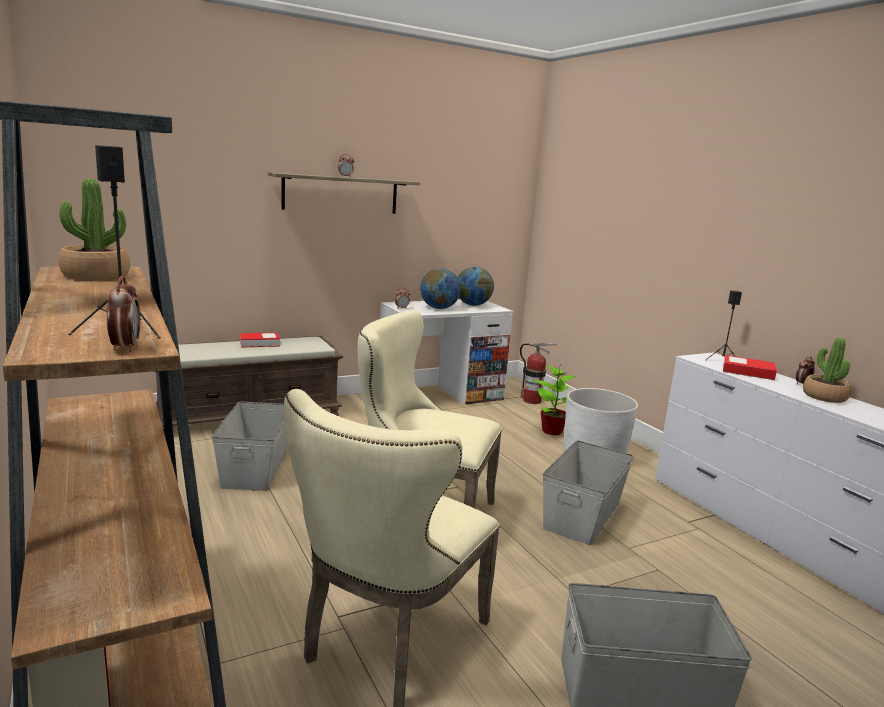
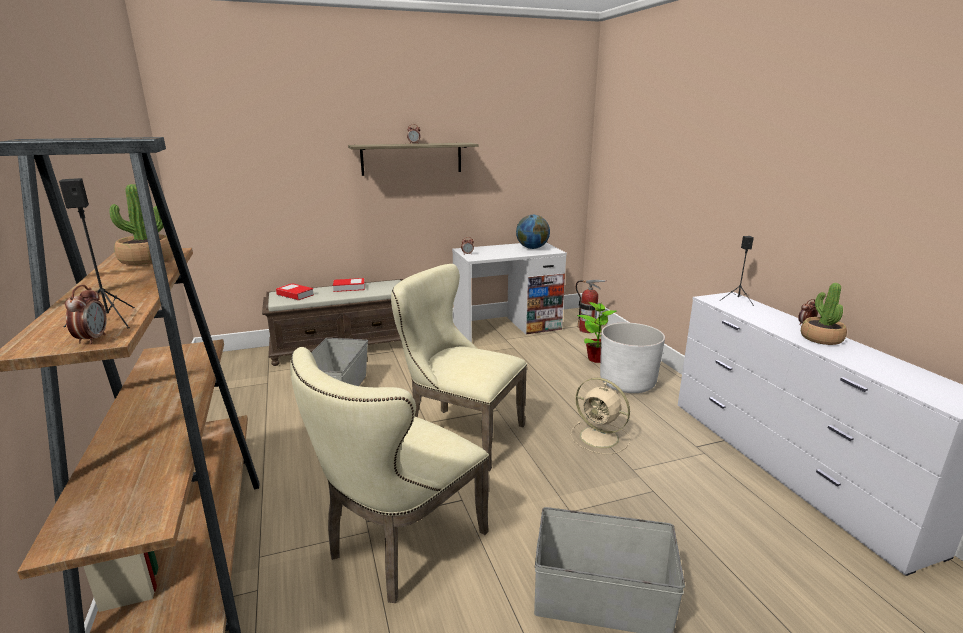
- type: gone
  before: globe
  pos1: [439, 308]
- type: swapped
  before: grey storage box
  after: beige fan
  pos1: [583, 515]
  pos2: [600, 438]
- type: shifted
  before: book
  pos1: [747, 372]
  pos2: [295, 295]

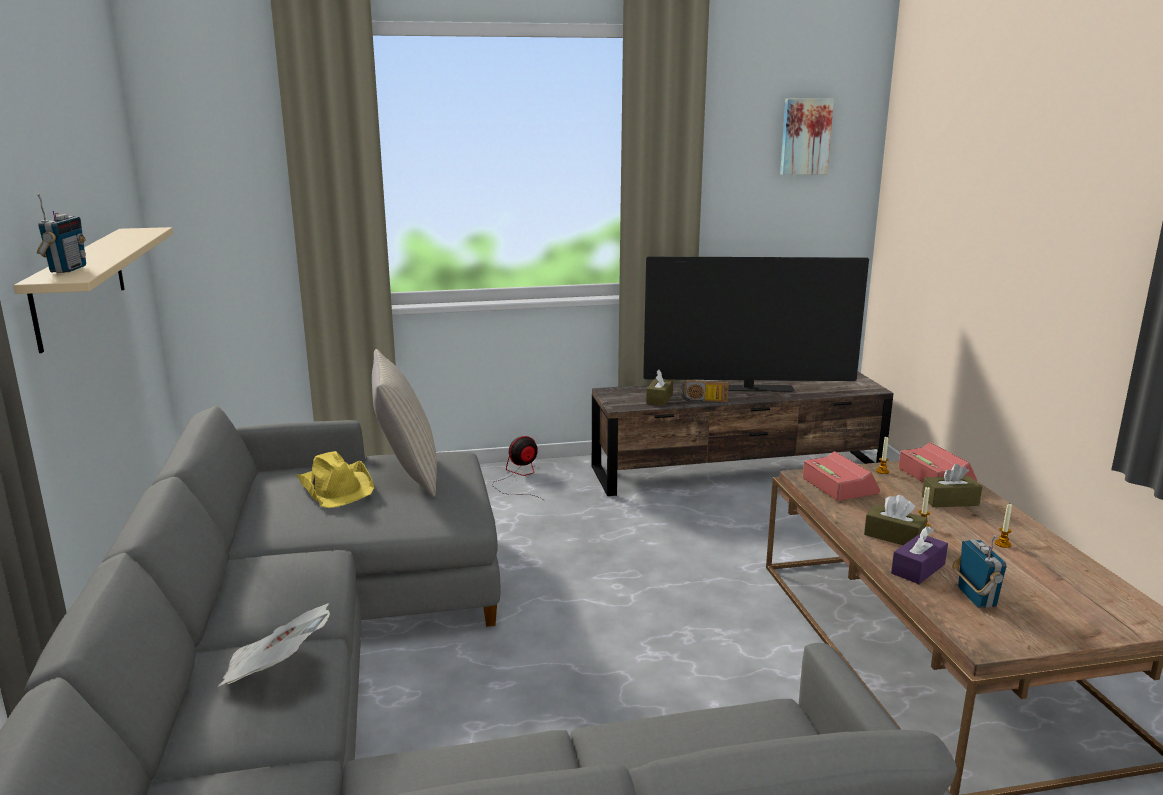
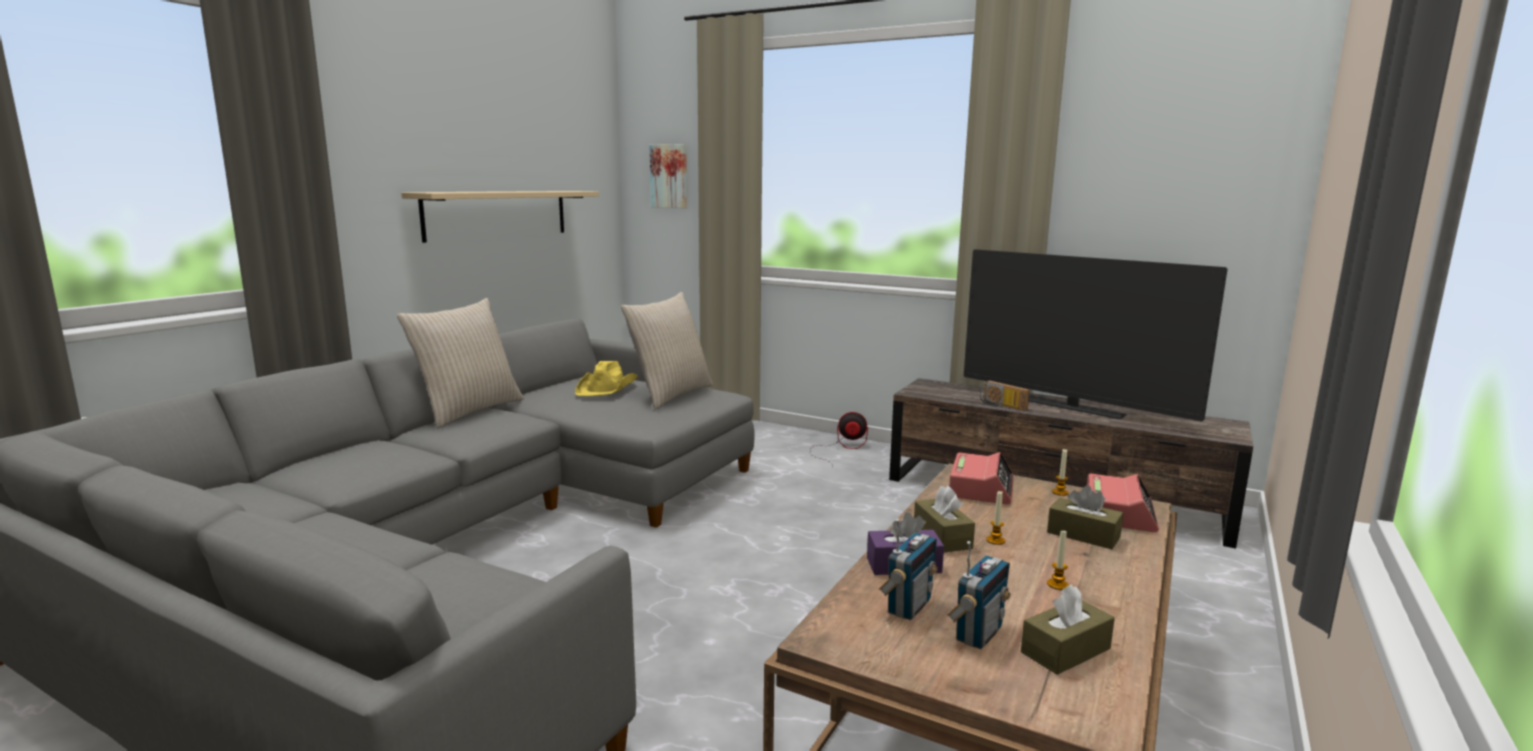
- type: shifted
  before: radio
  pos1: [67, 269]
  pos2: [977, 634]
- type: gone
  before: newspaper
  pos1: [277, 670]
- type: shifted
  before: brown tissue box
  pos1: [659, 399]
  pos2: [1065, 650]
- type: shifted
  before: picture
  pos1: [805, 136]
  pos2: [670, 176]
- type: new
  after: beige pillow
  pos2: [468, 411]

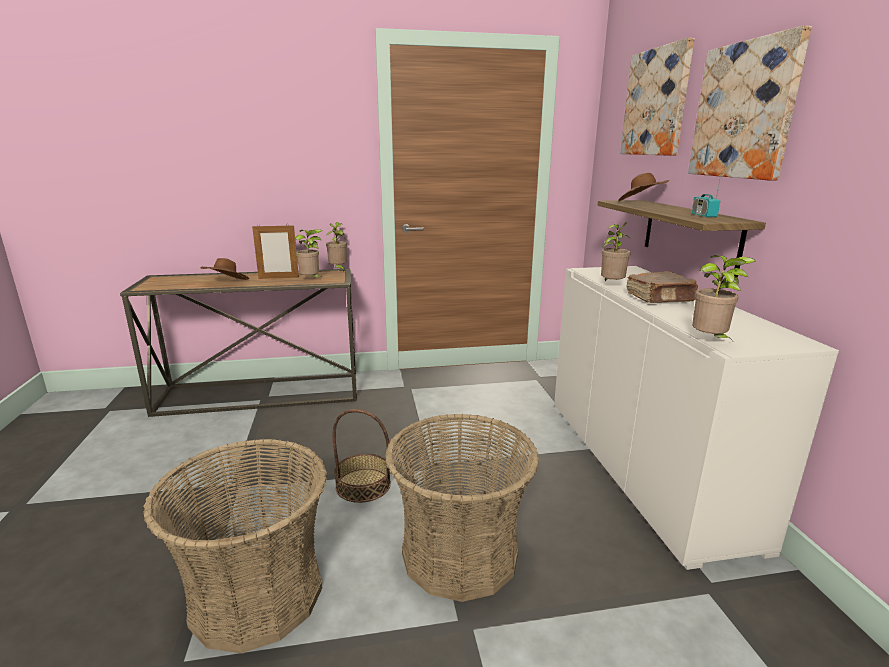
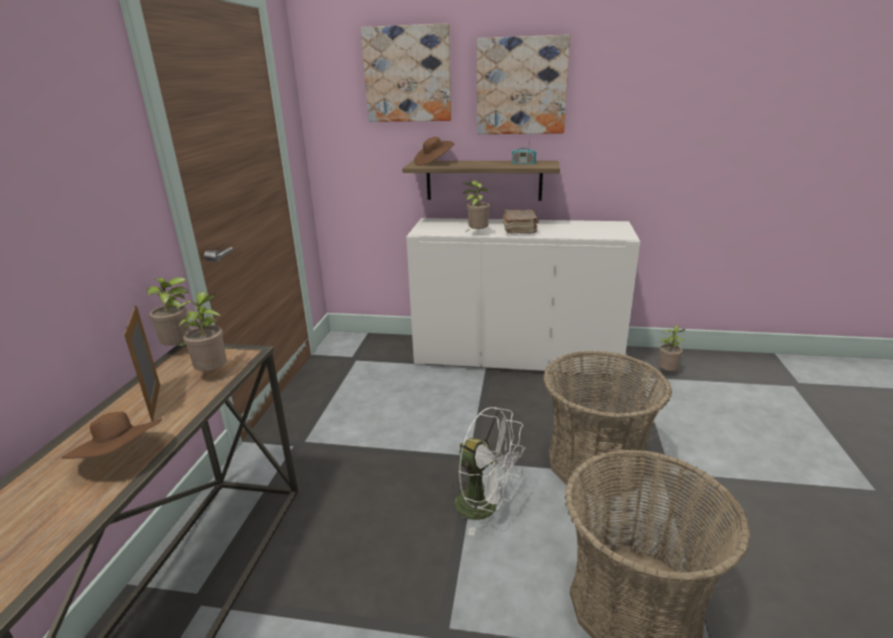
- type: rotated
  before: picture frame
  pos1: [278, 278]
  pos2: [156, 402]
  turn: 150
- type: swapped
  before: basket
  after: white fan
  pos1: [363, 485]
  pos2: [485, 507]
- type: shifted
  before: potted plant
  pos1: [710, 342]
  pos2: [667, 372]

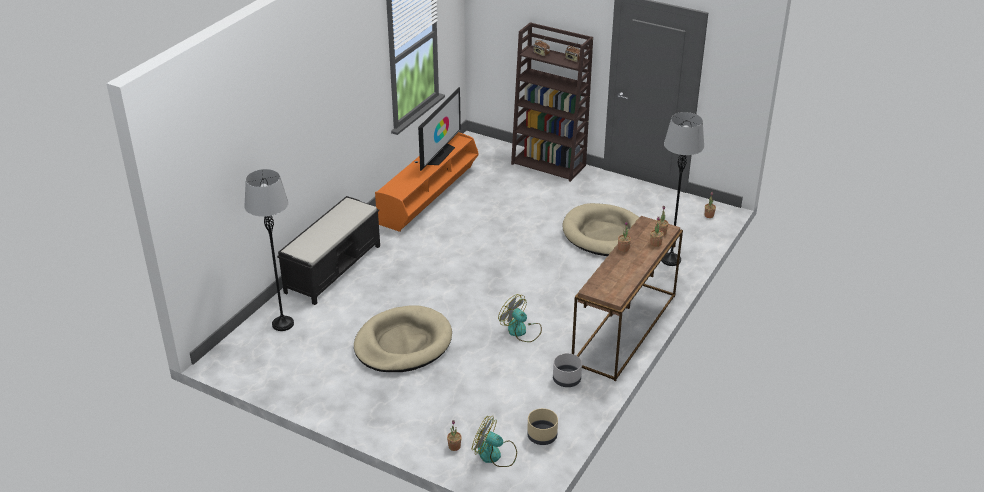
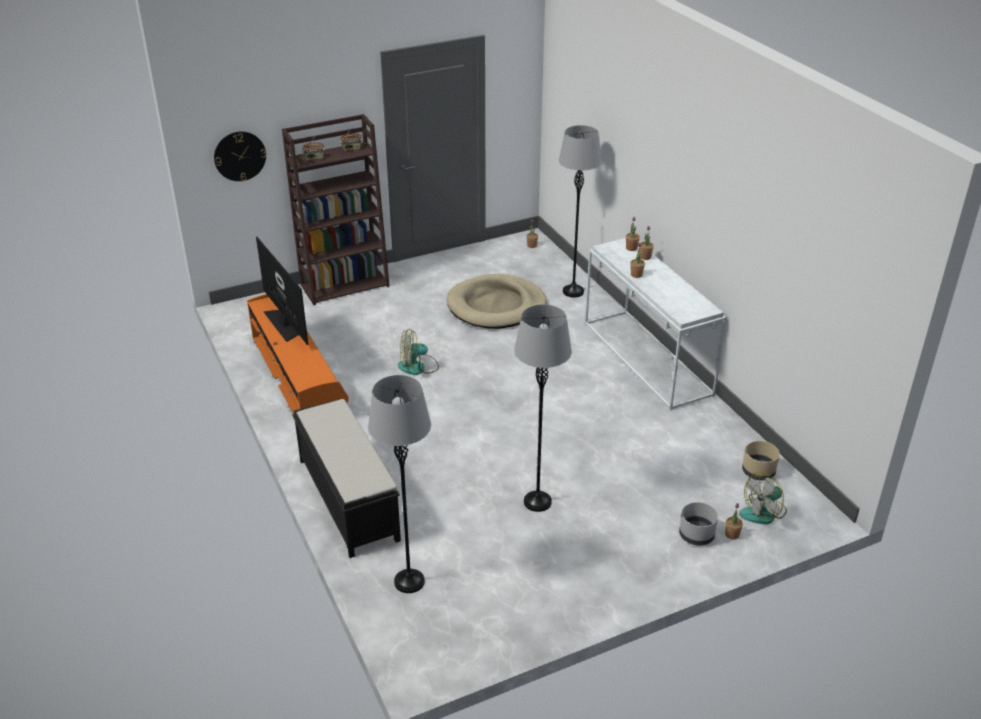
- type: swapped
  before: beige dog bed
  after: grey floor lamp
  pos1: [403, 343]
  pos2: [537, 502]
- type: shifted
  before: fan
  pos1: [521, 331]
  pos2: [418, 367]
- type: shifted
  before: grey planter
  pos1: [566, 380]
  pos2: [696, 535]
- type: repainted
  before: brown console table
  after: white console table
  pos1: [625, 330]
  pos2: [648, 358]
- type: new
  after: wall clock
  pos2: [240, 156]

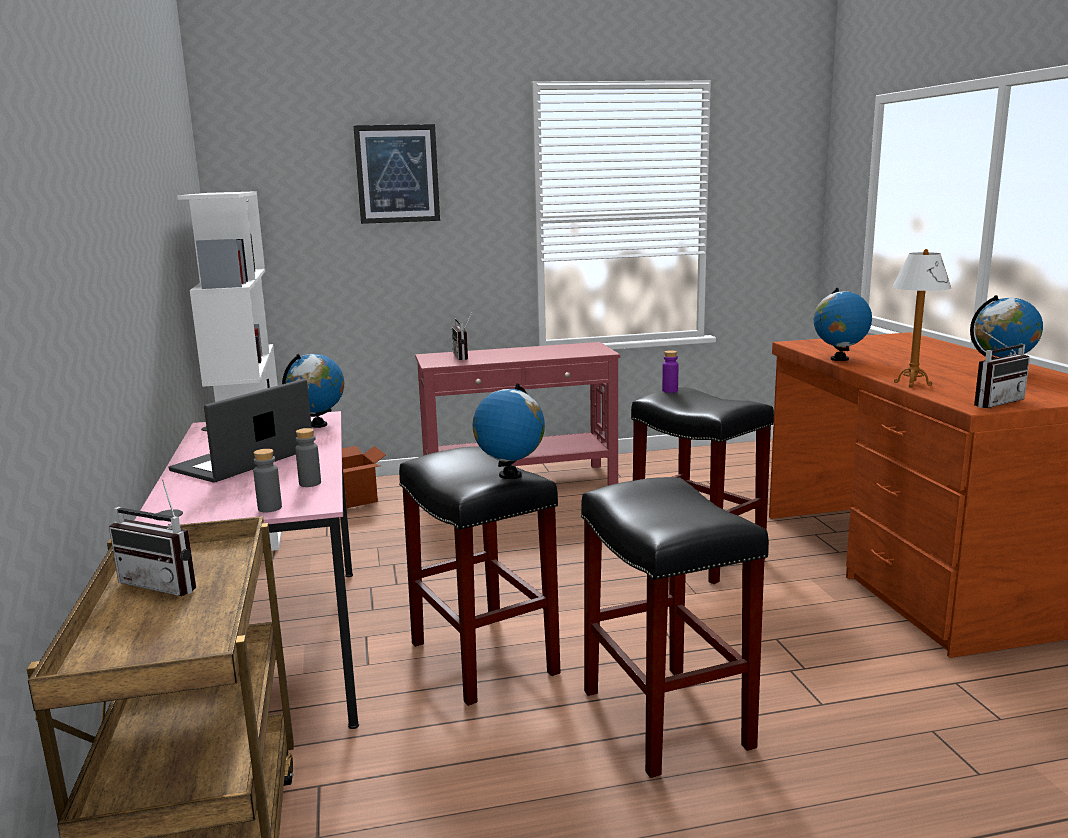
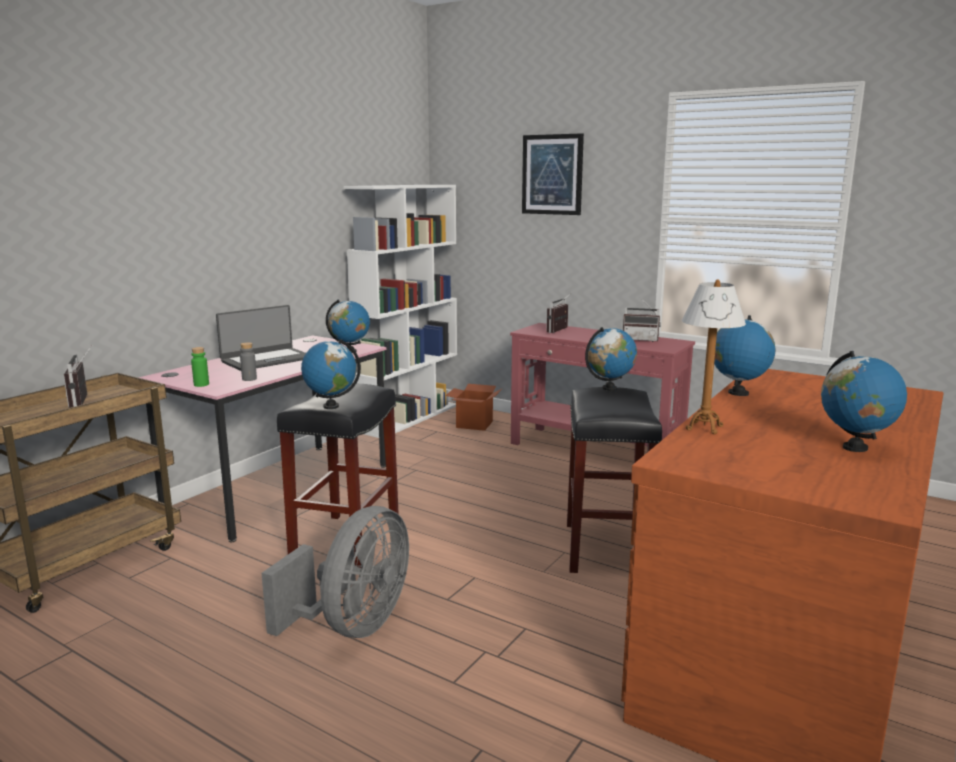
- type: rotated
  before: laptop
  pos1: [245, 460]
  pos2: [266, 360]
  turn: 150
- type: repainted
  before: grey bottle
  after: green bottle
  pos1: [270, 508]
  pos2: [201, 384]
- type: swapped
  before: black stool
  after: grey fan
  pos1: [663, 717]
  pos2: [353, 625]
- type: swapped
  before: purple bottle
  after: globe
  pos1: [670, 391]
  pos2: [609, 388]
- type: shifted
  before: radio
  pos1: [992, 402]
  pos2: [640, 339]

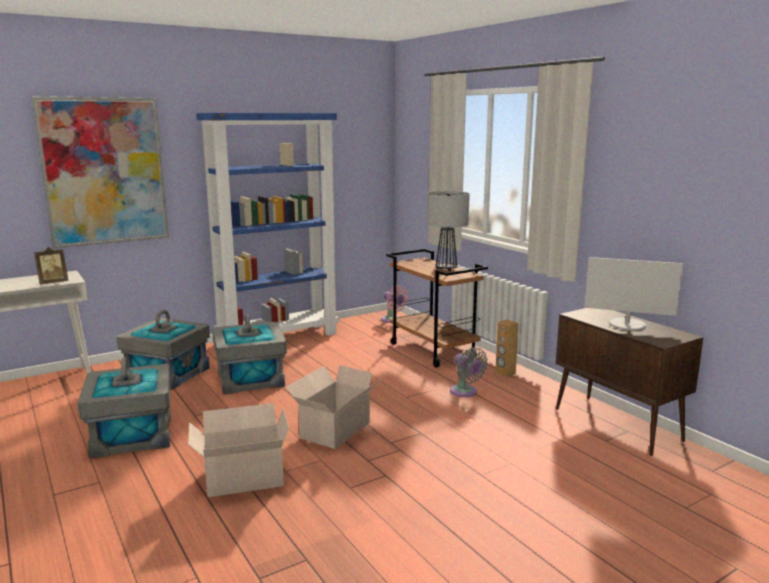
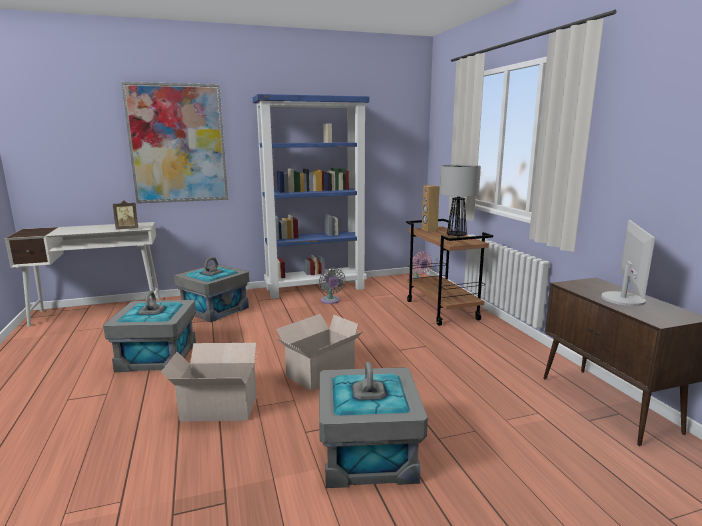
- type: shifted
  before: grey storage box
  pos1: [251, 379]
  pos2: [369, 454]
- type: shifted
  before: grey fan
  pos1: [465, 392]
  pos2: [331, 301]
- type: shifted
  before: brown speaker
  pos1: [505, 373]
  pos2: [429, 230]
- type: rotated
  before: monitor
  pos1: [627, 325]
  pos2: [623, 299]
  turn: -105

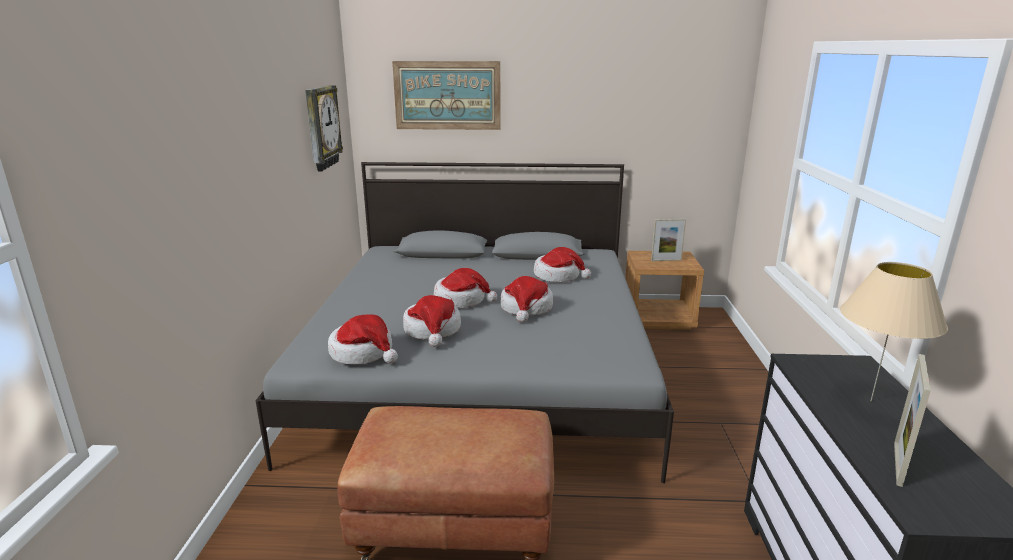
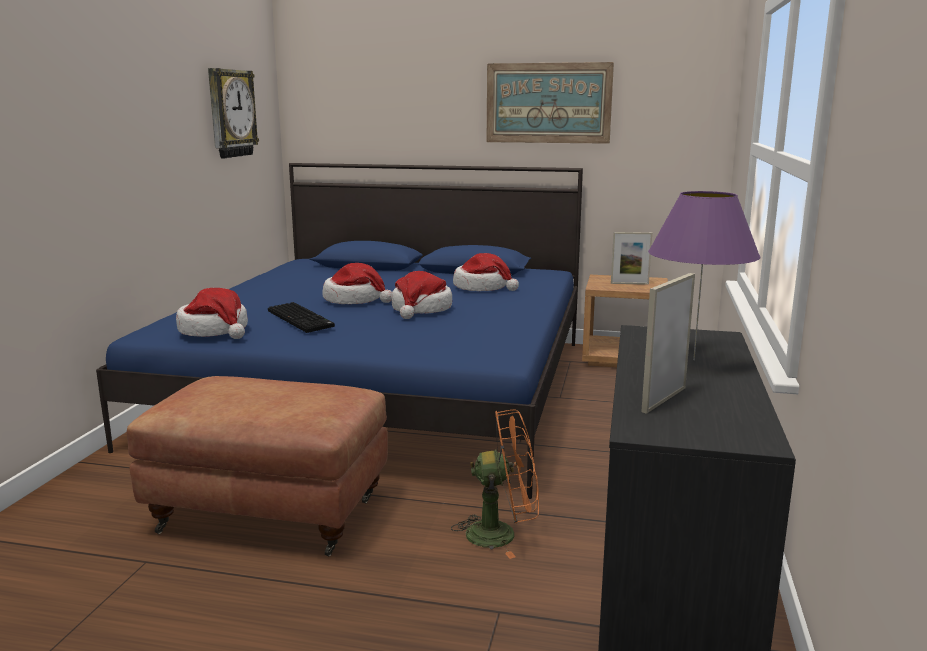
- type: repainted
  before: grey bed
  after: blue bed
  pos1: [482, 369]
  pos2: [384, 389]
- type: shifted
  before: picture
  pos1: [447, 95]
  pos2: [548, 103]
- type: swapped
  before: hat
  after: keyboard
  pos1: [433, 330]
  pos2: [302, 319]
- type: repainted
  before: beige table lamp
  after: purple table lamp
  pos1: [871, 401]
  pos2: [694, 360]
- type: new
  after: orange fan
  pos2: [502, 534]

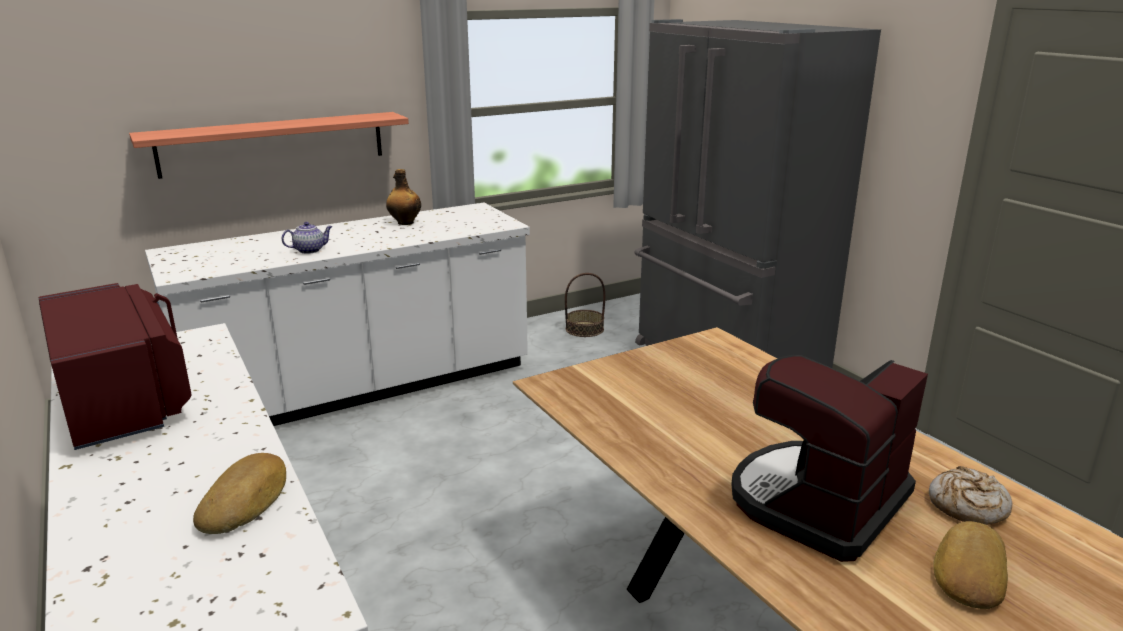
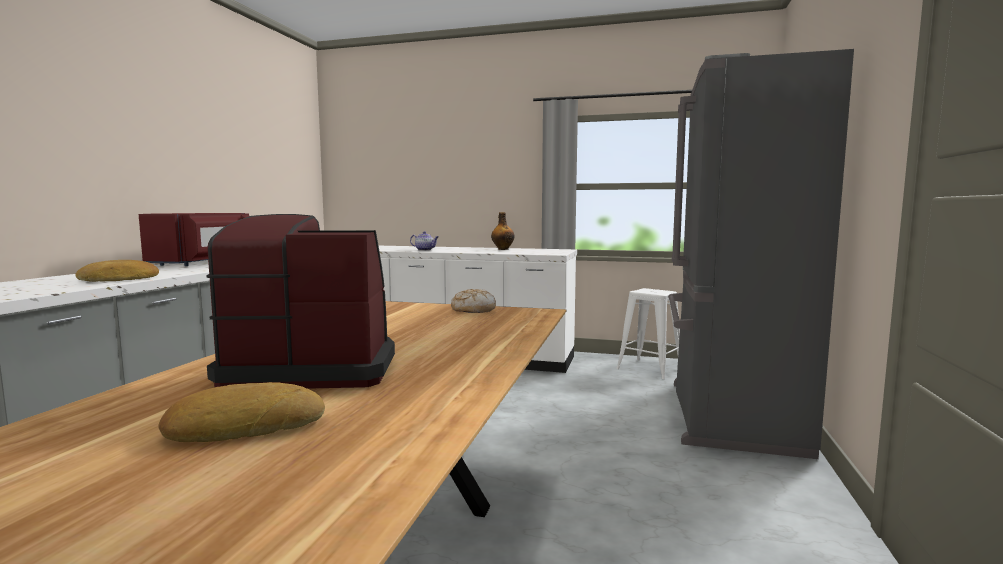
- type: gone
  before: shelf
  pos1: [273, 144]
- type: swapped
  before: basket
  after: white stool
  pos1: [584, 329]
  pos2: [649, 369]
- type: shifted
  before: bread
  pos1: [967, 506]
  pos2: [473, 310]

